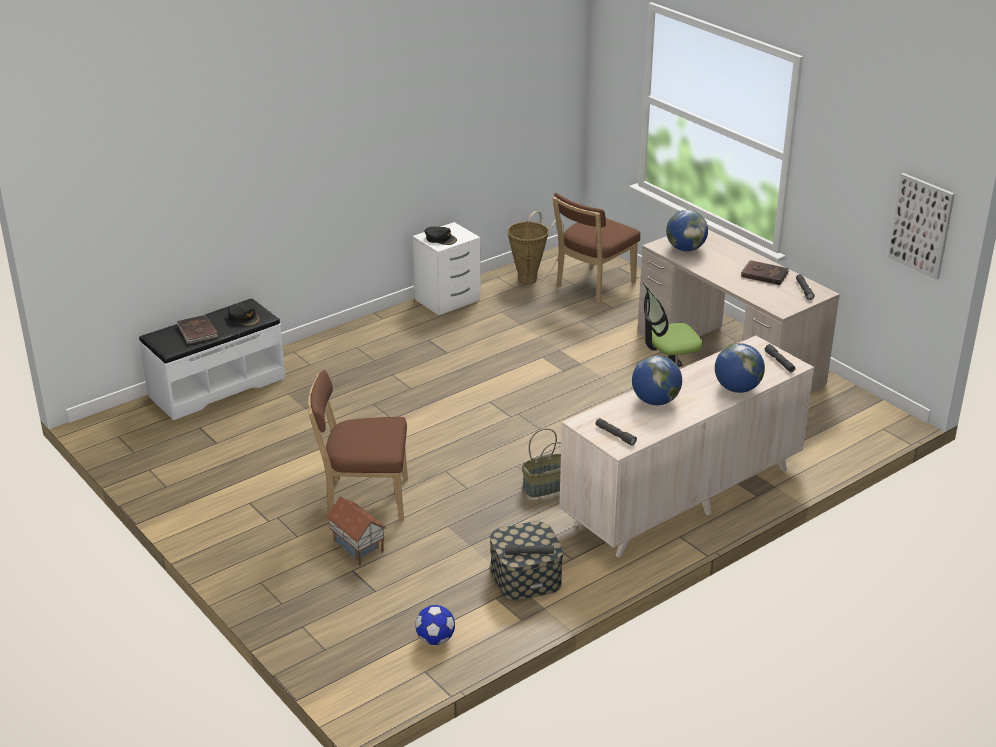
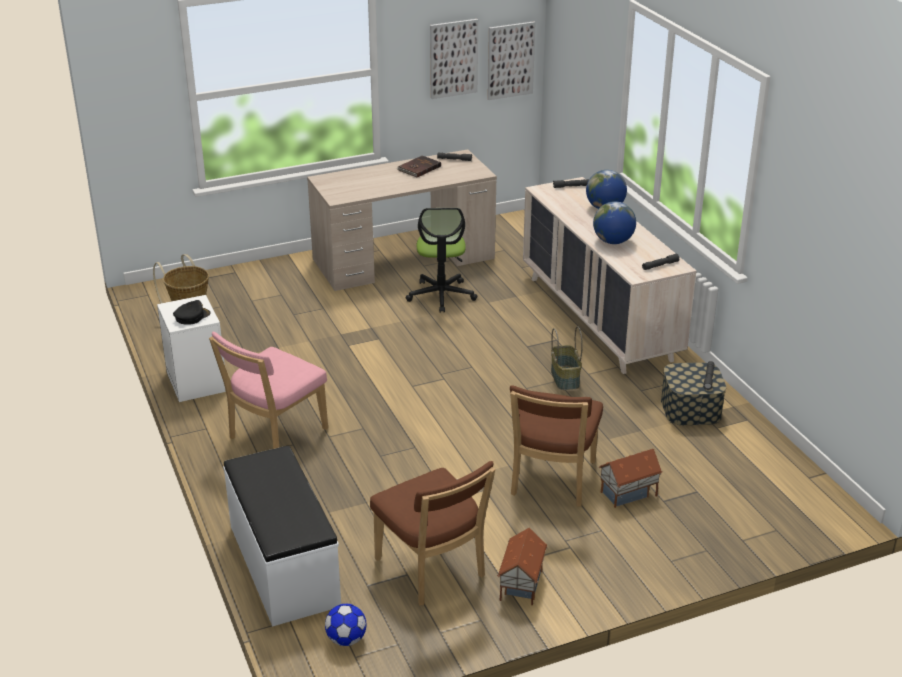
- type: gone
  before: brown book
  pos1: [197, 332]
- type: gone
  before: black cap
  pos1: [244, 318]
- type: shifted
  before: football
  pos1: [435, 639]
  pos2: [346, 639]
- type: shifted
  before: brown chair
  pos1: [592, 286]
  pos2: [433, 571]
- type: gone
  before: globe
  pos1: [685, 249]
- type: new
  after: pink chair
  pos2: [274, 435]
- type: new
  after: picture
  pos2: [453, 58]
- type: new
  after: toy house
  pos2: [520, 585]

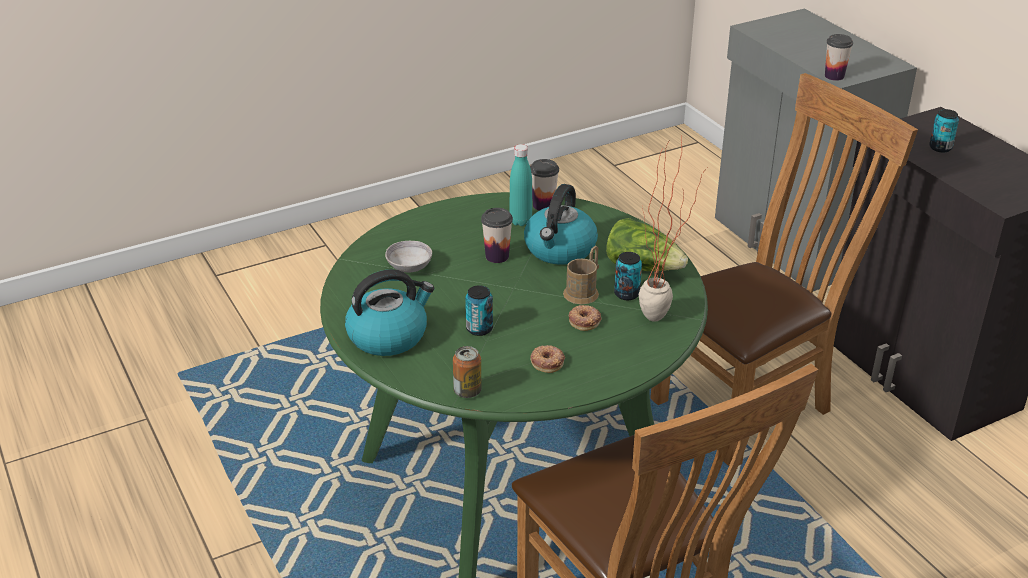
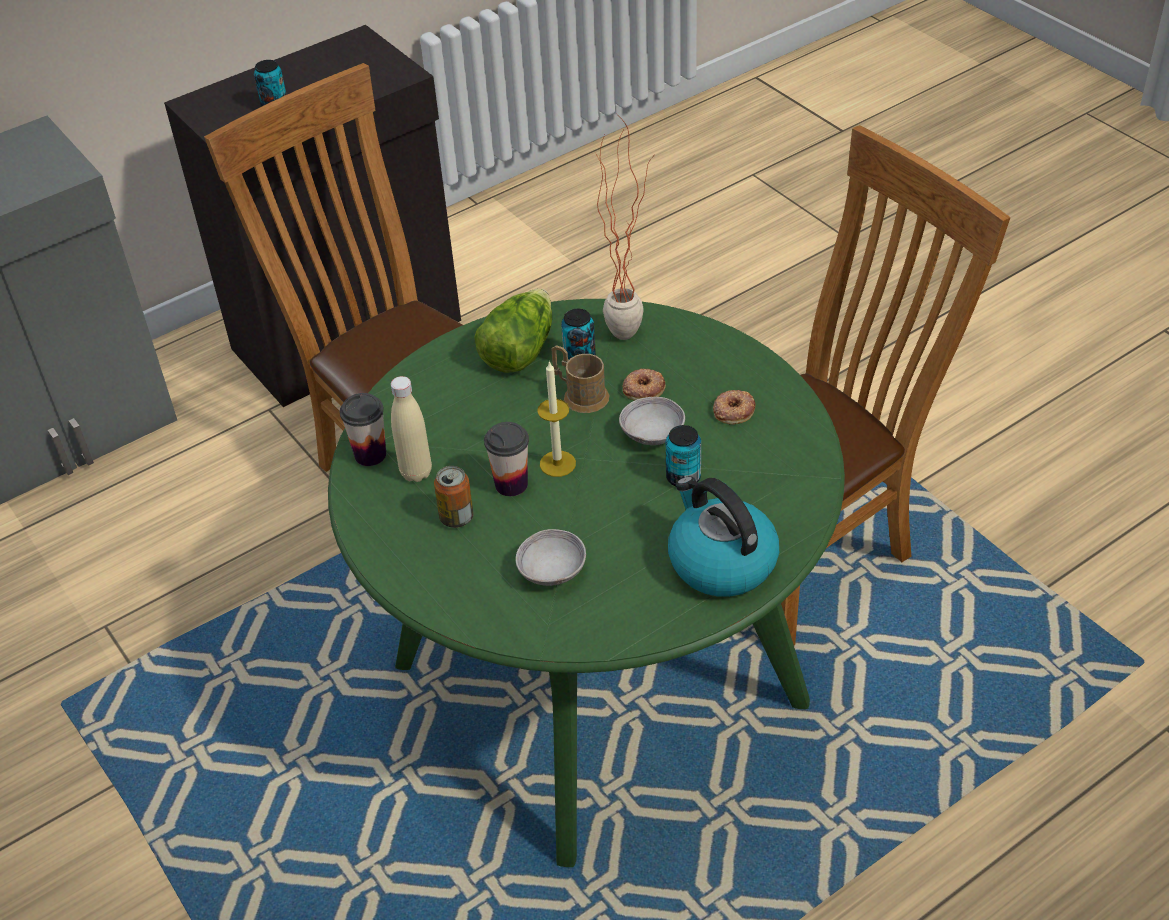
- type: shifted
  before: can
  pos1: [467, 391]
  pos2: [456, 517]
- type: repainted
  before: turquoise bottle
  after: beige bottle
  pos1: [520, 221]
  pos2: [416, 472]
- type: gone
  before: kettle
  pos1: [560, 250]
- type: gone
  before: cup
  pos1: [834, 76]
- type: new
  after: candle
  pos2: [557, 464]
- type: new
  after: grey bowl
  pos2: [652, 434]

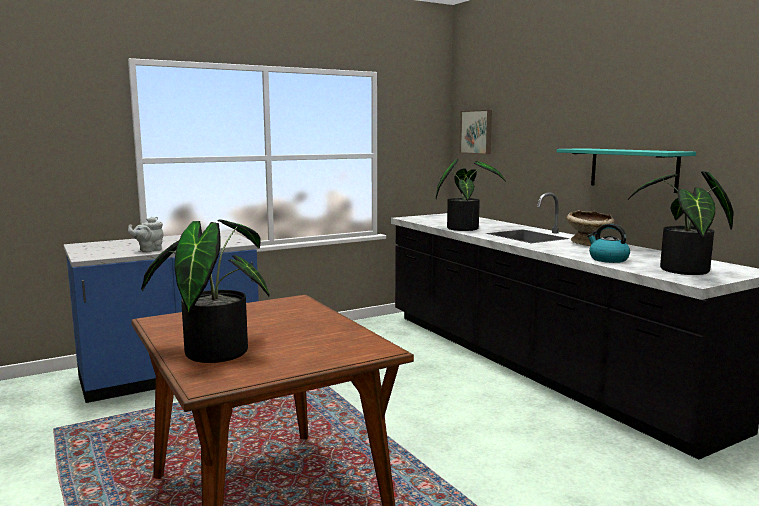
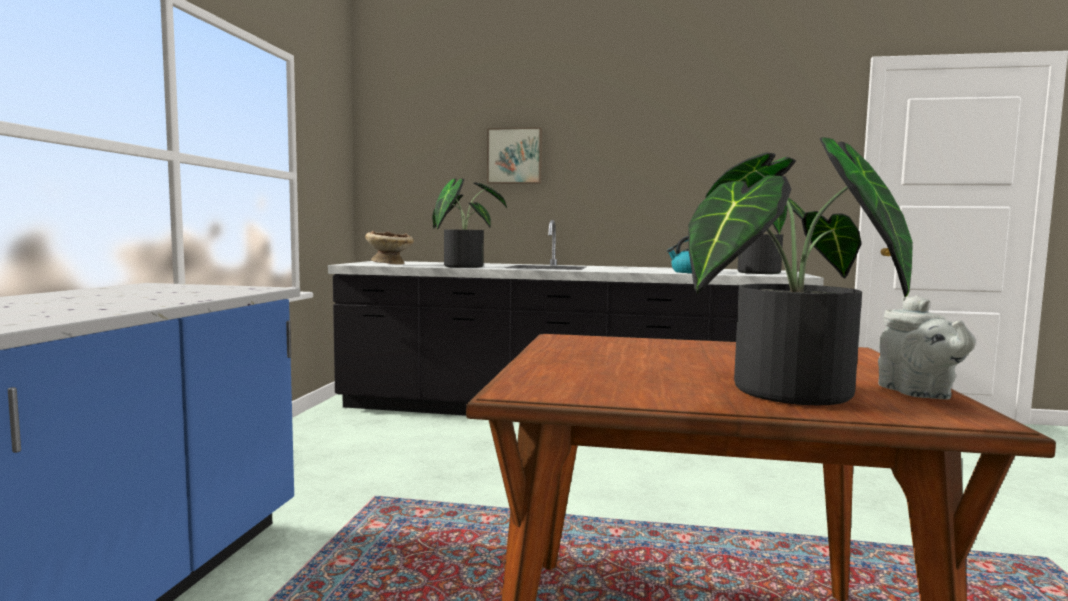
- type: shifted
  before: grey teapot
  pos1: [149, 250]
  pos2: [918, 394]
- type: shifted
  before: picture
  pos1: [477, 132]
  pos2: [514, 156]
- type: gone
  before: turquoise shelf
  pos1: [633, 169]
- type: shifted
  before: beige bowl
  pos1: [589, 243]
  pos2: [390, 264]

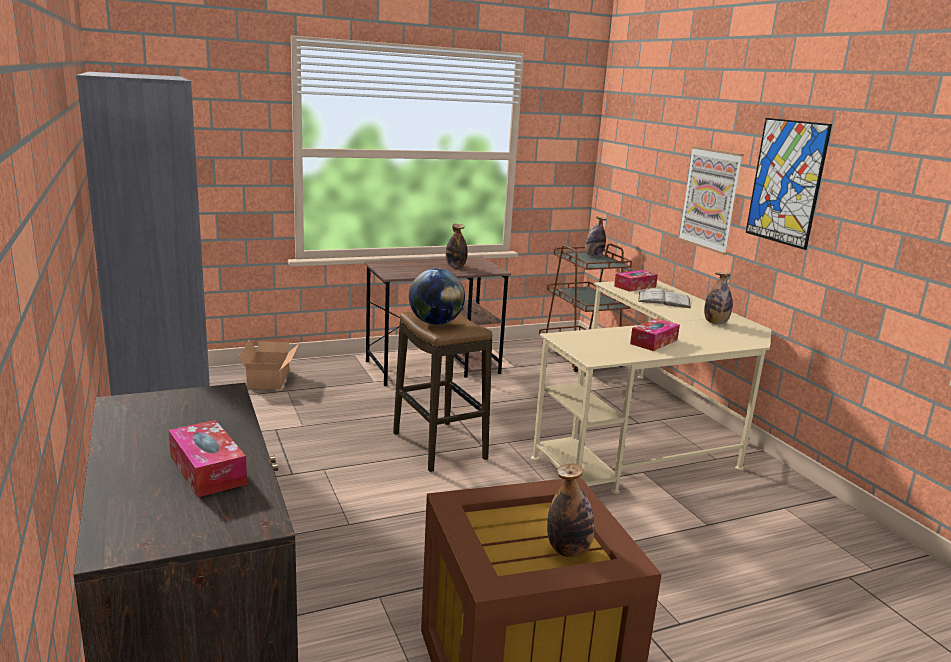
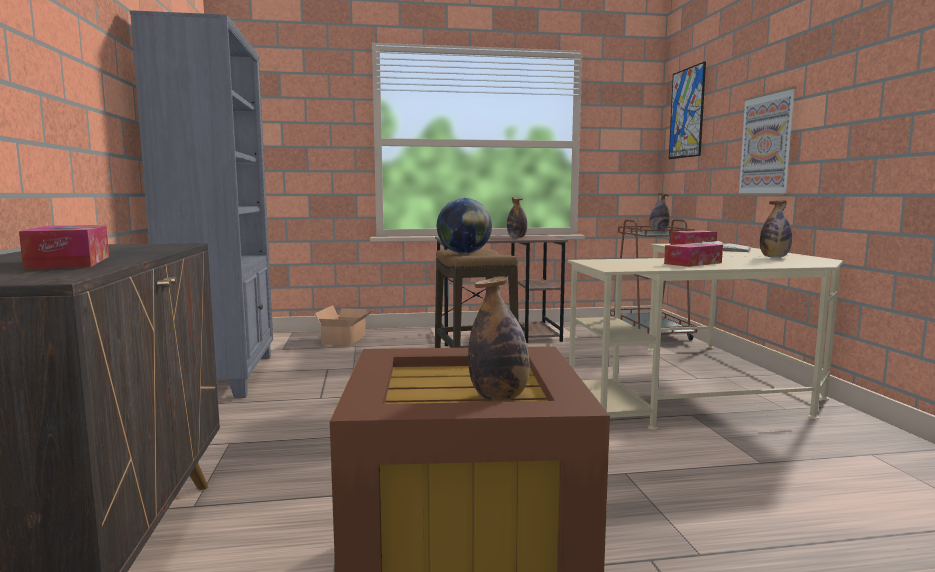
- type: shifted
  before: picture
  pos1: [786, 182]
  pos2: [687, 113]

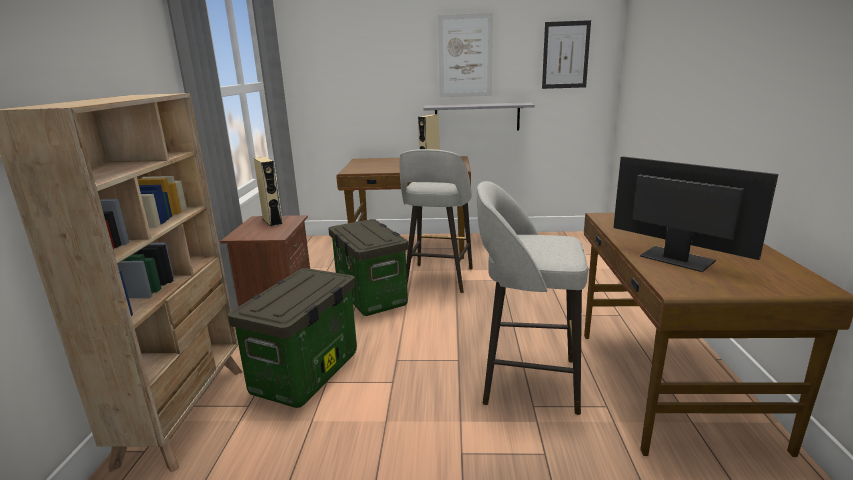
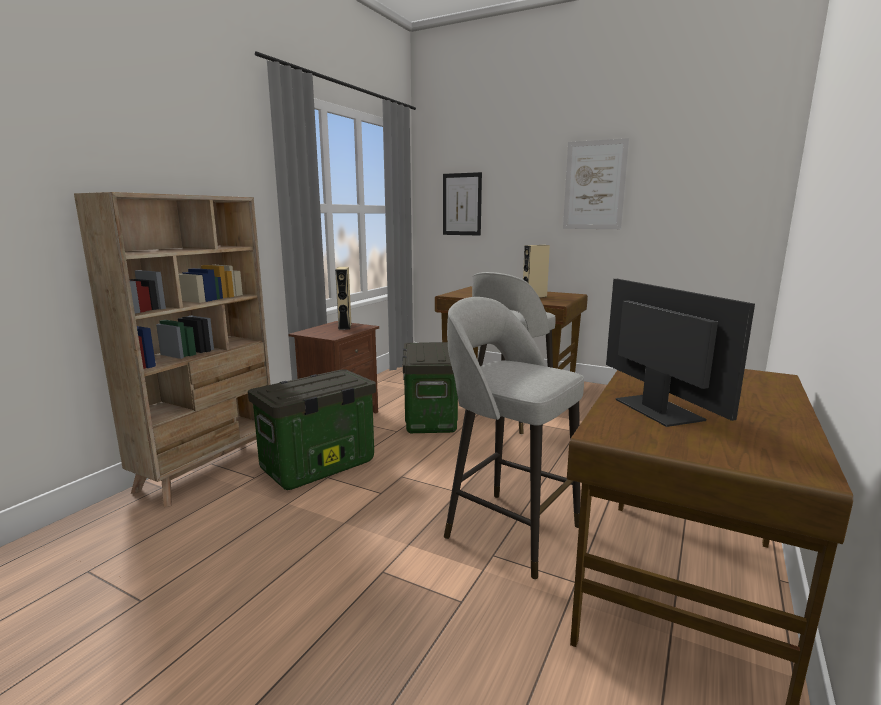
- type: gone
  before: grey shelf
  pos1: [477, 117]
- type: shifted
  before: picture
  pos1: [565, 55]
  pos2: [462, 204]

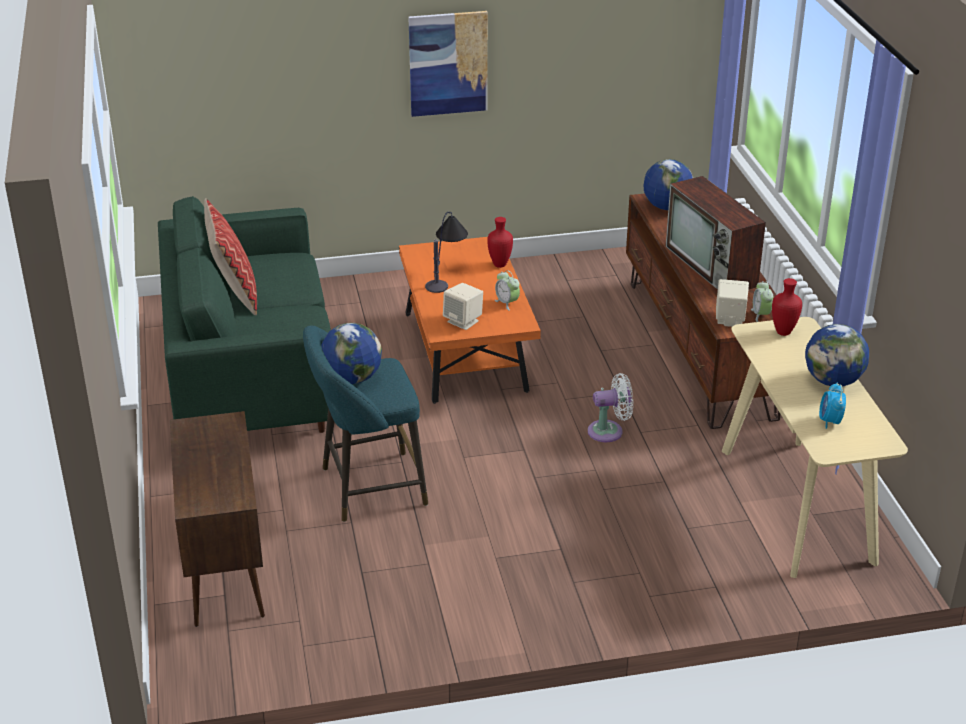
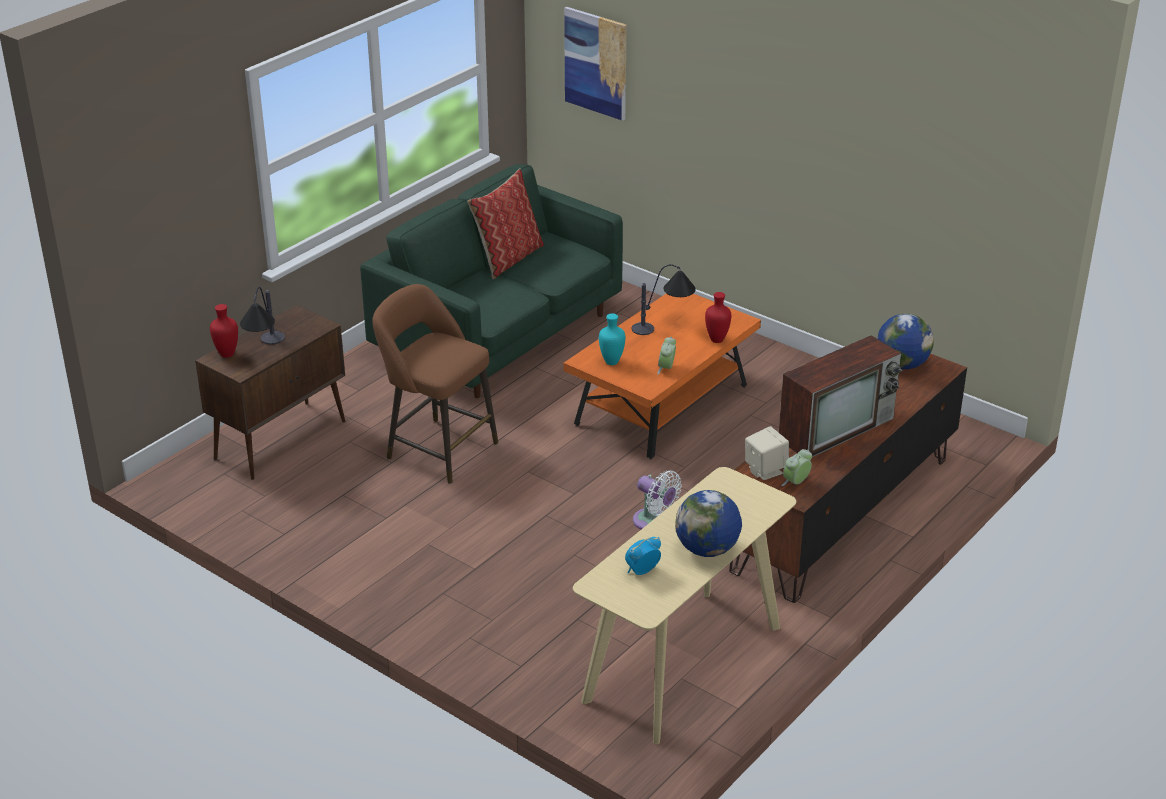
- type: repainted
  before: turquoise stool
  after: brown stool
  pos1: [367, 488]
  pos2: [437, 449]
- type: gone
  before: globe
  pos1: [352, 378]
- type: shifted
  before: picture
  pos1: [448, 63]
  pos2: [596, 63]
- type: swapped
  before: beige speaker
  after: turquoise vase
  pos1: [463, 321]
  pos2: [612, 362]
- type: rotated
  before: television
  pos1: [712, 267]
  pos2: [837, 428]
  turn: -150
- type: shifted
  before: red vase
  pos1: [783, 332]
  pos2: [226, 354]
- type: new
  after: table lamp
  pos2: [266, 351]

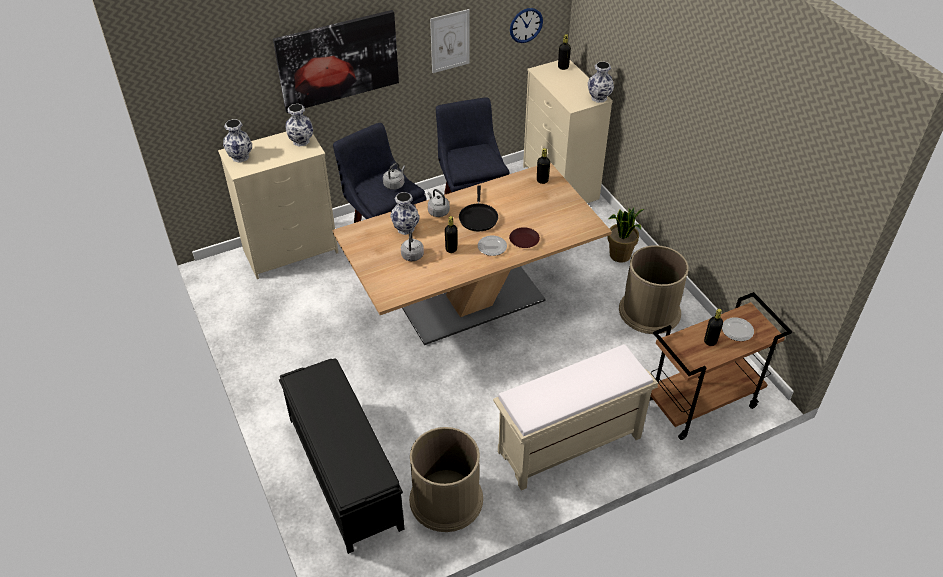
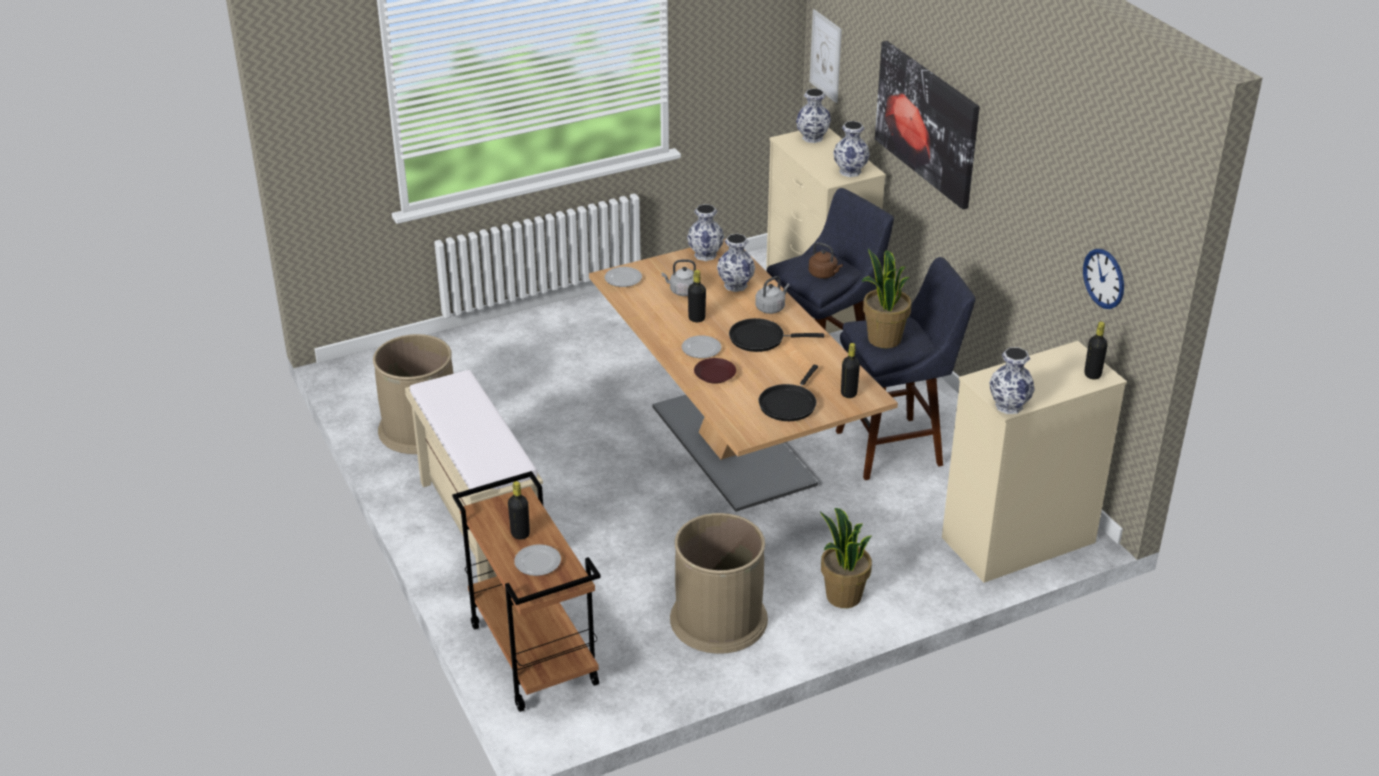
- type: gone
  before: black bench
  pos1: [344, 471]
- type: repainted
  before: grey kettle
  after: brown kettle
  pos1: [394, 184]
  pos2: [824, 274]
- type: shifted
  before: picture
  pos1: [450, 41]
  pos2: [825, 56]
- type: new
  after: plate
  pos2: [623, 279]
- type: new
  after: vase
  pos2: [704, 255]
- type: new
  after: black frying pan
  pos2: [789, 404]
- type: new
  after: potted plant
  pos2: [883, 339]

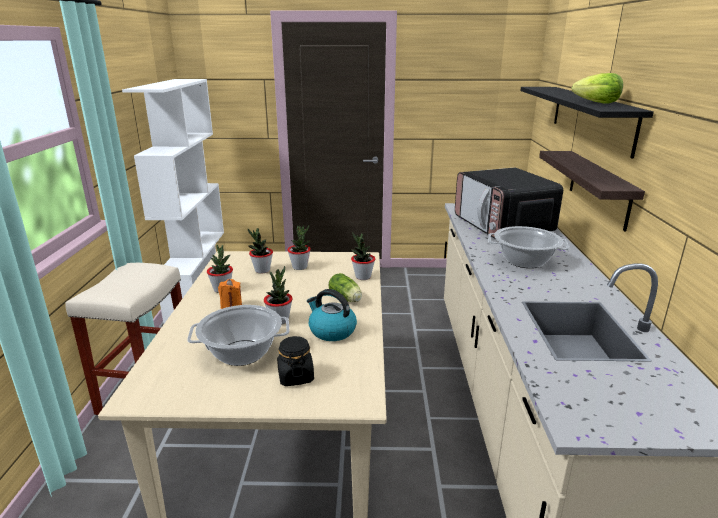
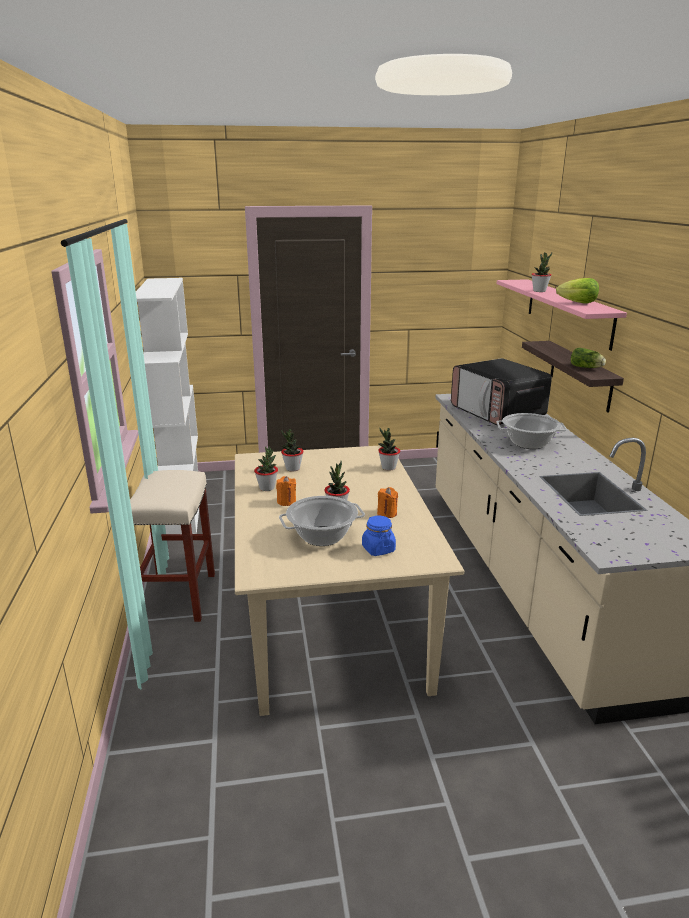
- type: repainted
  before: black jar
  after: blue jar
  pos1: [295, 376]
  pos2: [378, 549]
- type: shifted
  before: potted plant
  pos1: [300, 267]
  pos2: [539, 291]
- type: swapped
  before: kettle
  after: orange candle
  pos1: [331, 331]
  pos2: [387, 513]
- type: shifted
  before: lettuce
  pos1: [346, 299]
  pos2: [587, 367]
- type: repainted
  before: black shelf
  after: pink shelf
  pos1: [591, 117]
  pos2: [568, 311]

